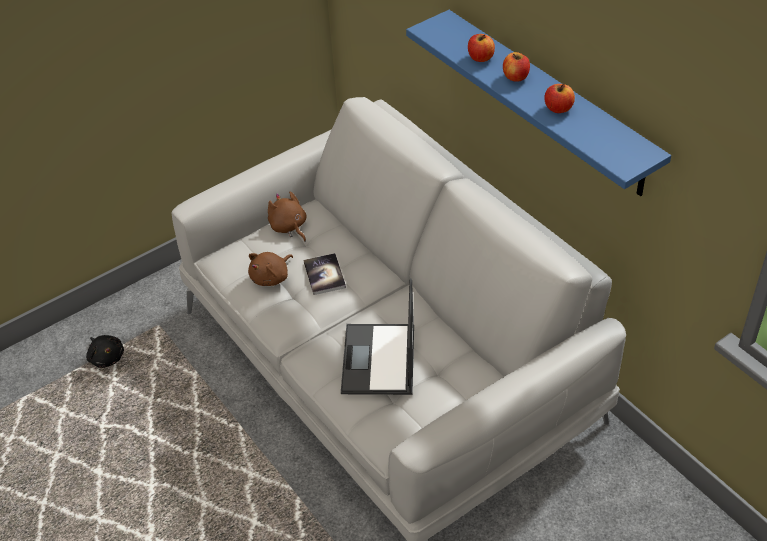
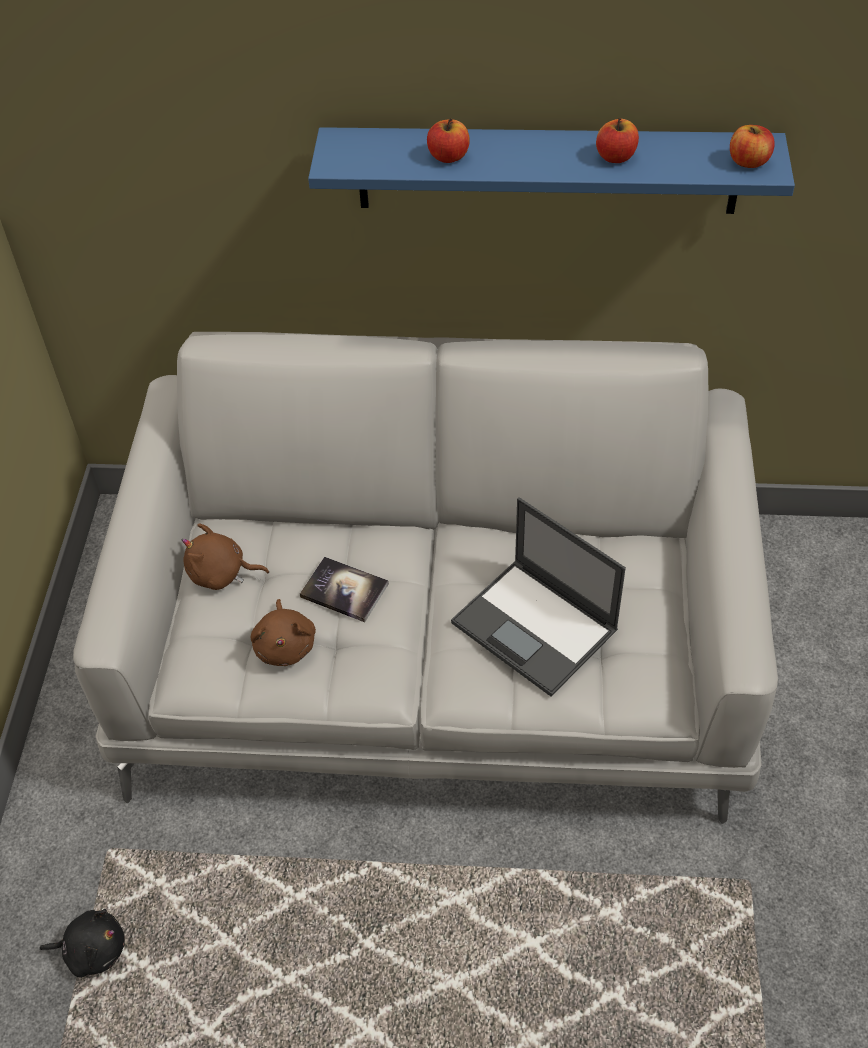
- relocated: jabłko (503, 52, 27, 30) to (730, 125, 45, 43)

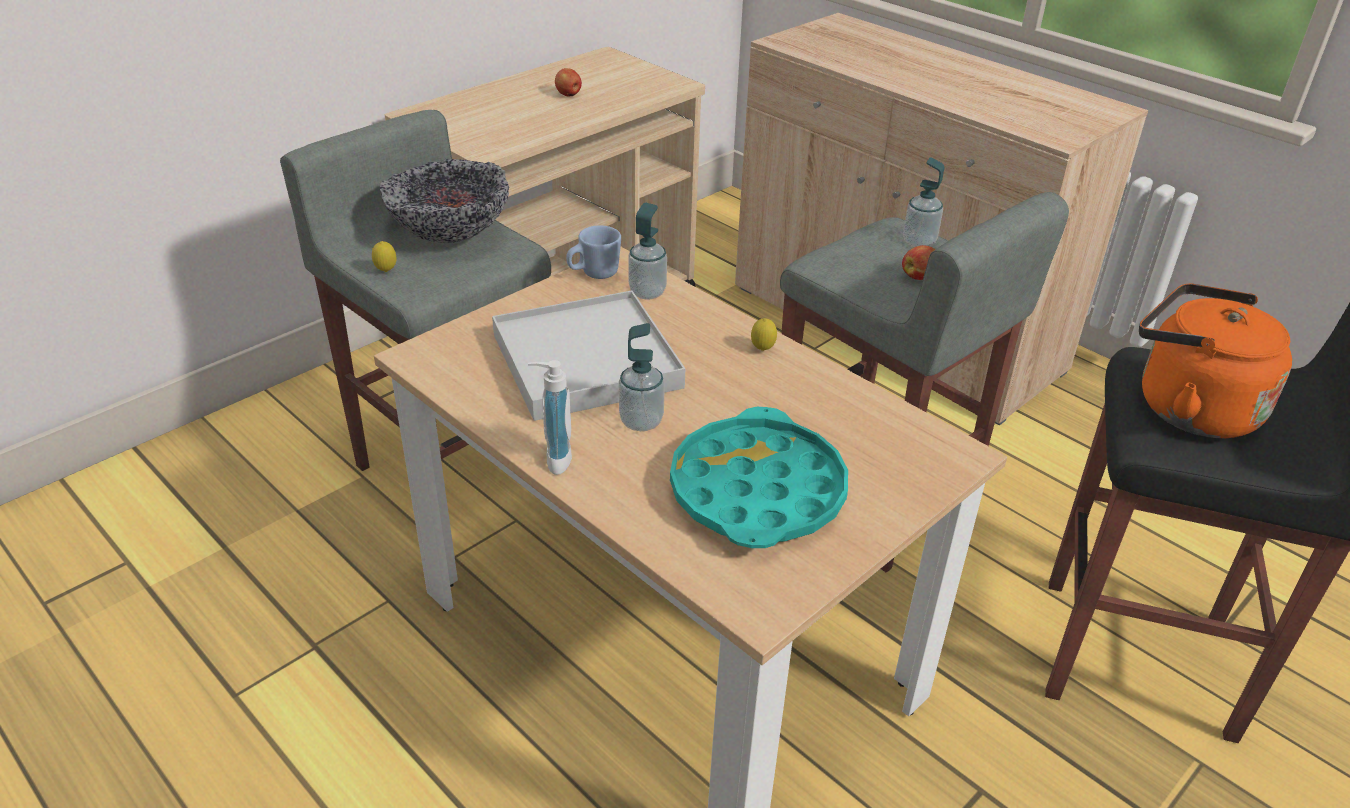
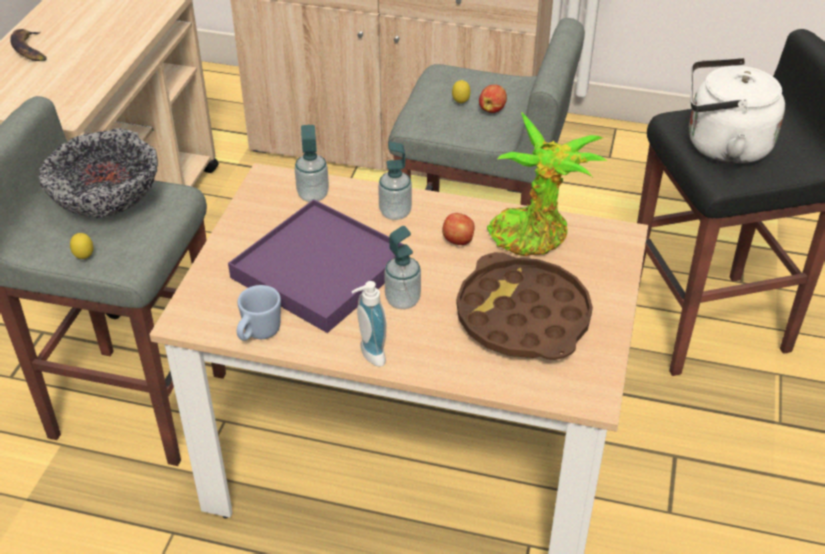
- relocated: jabłko (555, 68, 27, 29) to (442, 213, 33, 32)
- relocated: dozownik mydła (903, 157, 41, 90) to (378, 142, 34, 78)
- relocated: kubek/niebieski (566, 225, 55, 54) to (237, 285, 44, 56)
- colour: czajnik/pomarańczowy (1139, 283, 153, 155) to czajnik/biały (689, 58, 96, 106)
- colour: taca/biały (492, 291, 193, 130) to taca/fioletowy (228, 199, 182, 134)
- relocated: cytryna (751, 318, 26, 33) to (452, 80, 19, 24)
- colour: taca/turkusowy (670, 407, 178, 141) to taca/brązowy (457, 252, 136, 108)
- appeared: banan (10, 29, 37, 32)
- appeared: roślina doniczkowa (487, 112, 120, 144)

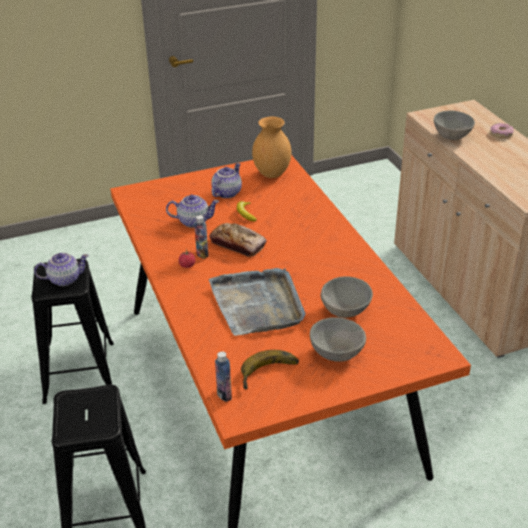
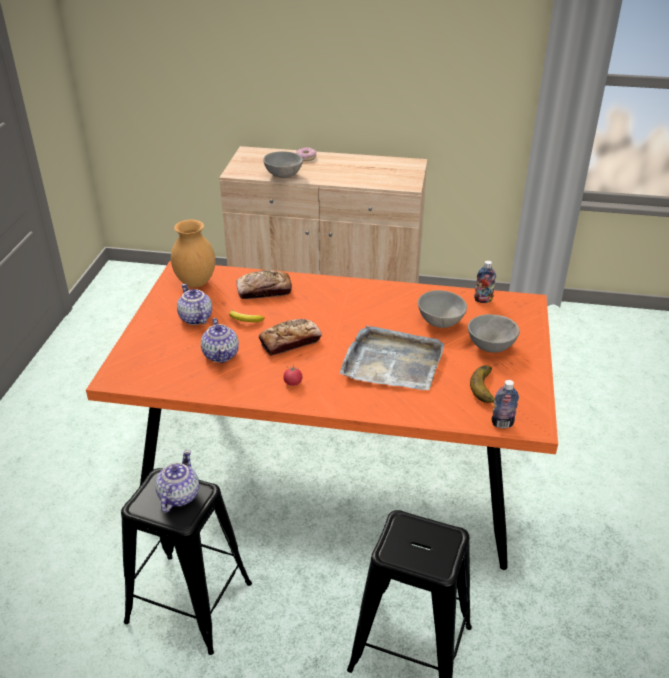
- spun: imbryk (166, 195, 53, 33) = (201, 318, 38, 45) 135 degrees clockwise
- relocated: butelka (194, 215, 14, 44) to (474, 261, 22, 42)
- appeared: chleb (236, 270, 56, 29)

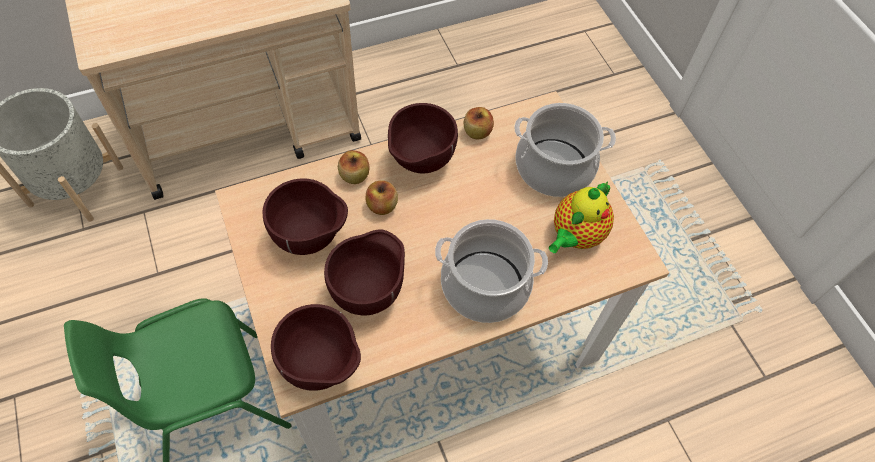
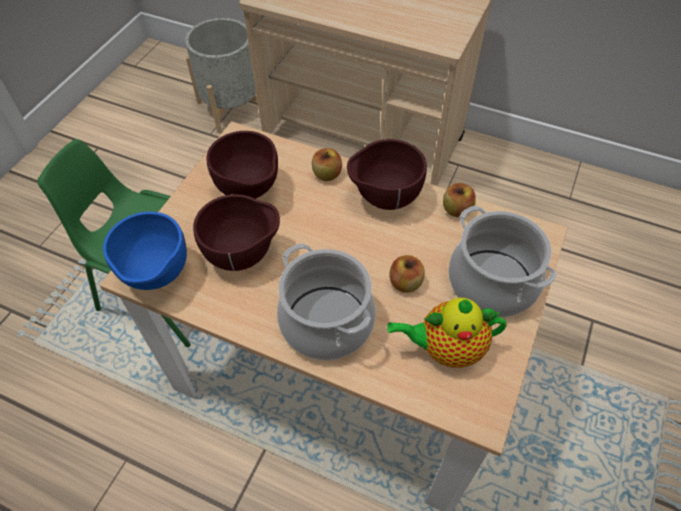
- relocated: jabłko (366, 180, 32, 35) to (389, 255, 36, 38)
- colour: miska/brązowy (271, 304, 90, 87) to miska/niebieski (103, 212, 84, 78)

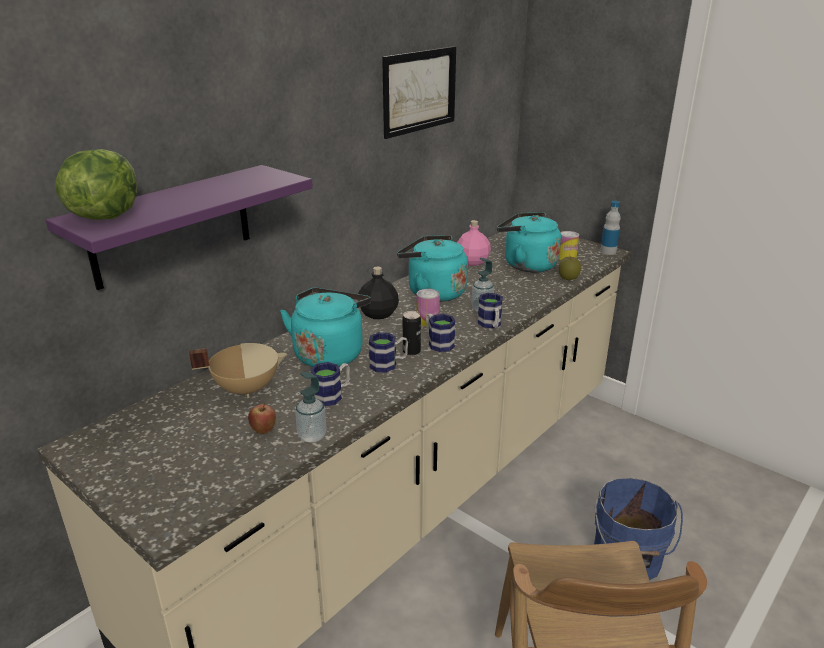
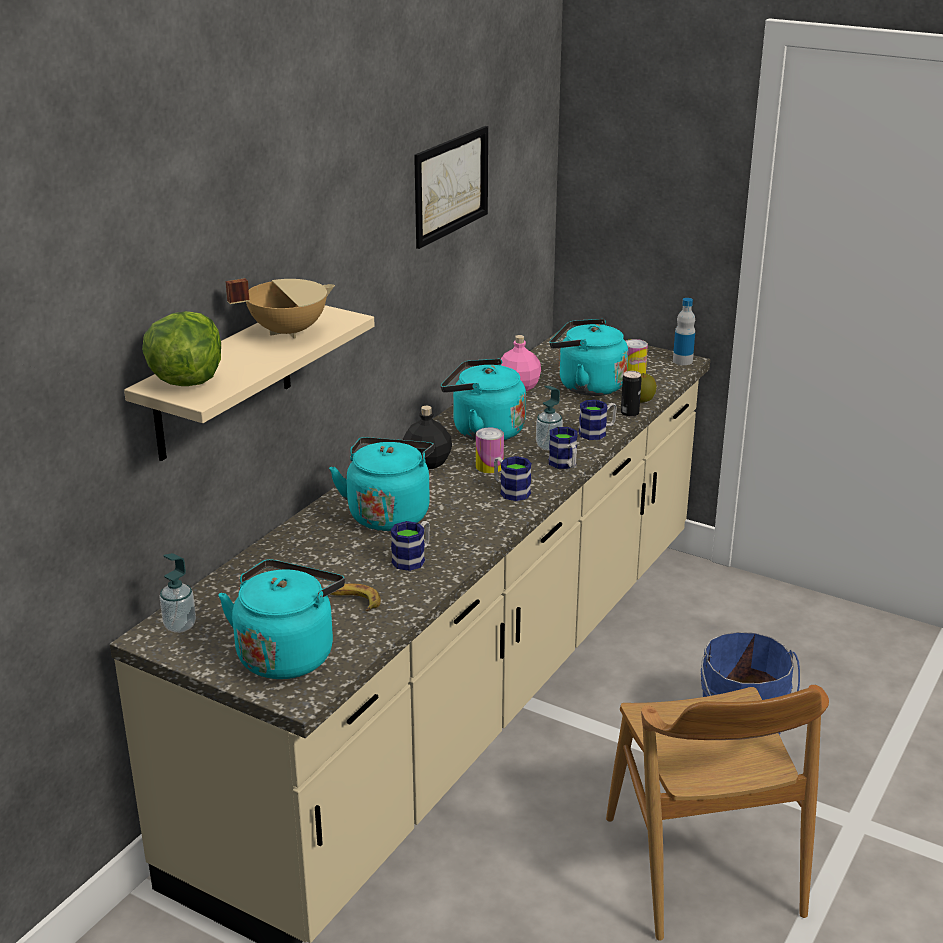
- colour: półka/fioletowy (45, 165, 268, 125) to półka/beżowy (124, 305, 251, 156)
- relocated: puszka (403, 311, 18, 44) to (621, 371, 21, 46)
- relocated: kubek (369, 332, 39, 41) to (579, 400, 38, 40)
- relocated: garnek/beżowy (189, 343, 98, 55) to (225, 278, 110, 61)
- relocated: dozownik mydła (295, 372, 31, 71) to (159, 553, 37, 80)
- exchanged: jabłko (248, 404, 28, 30) to banan (331, 584, 50, 27)
- appeared: czajnik/turkusowy (218, 560, 127, 119)

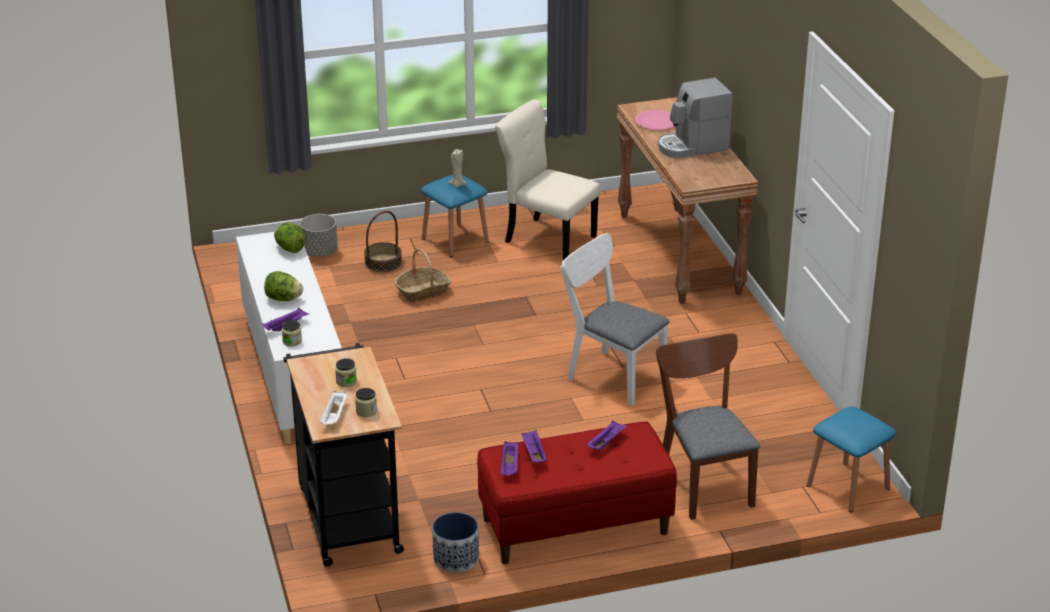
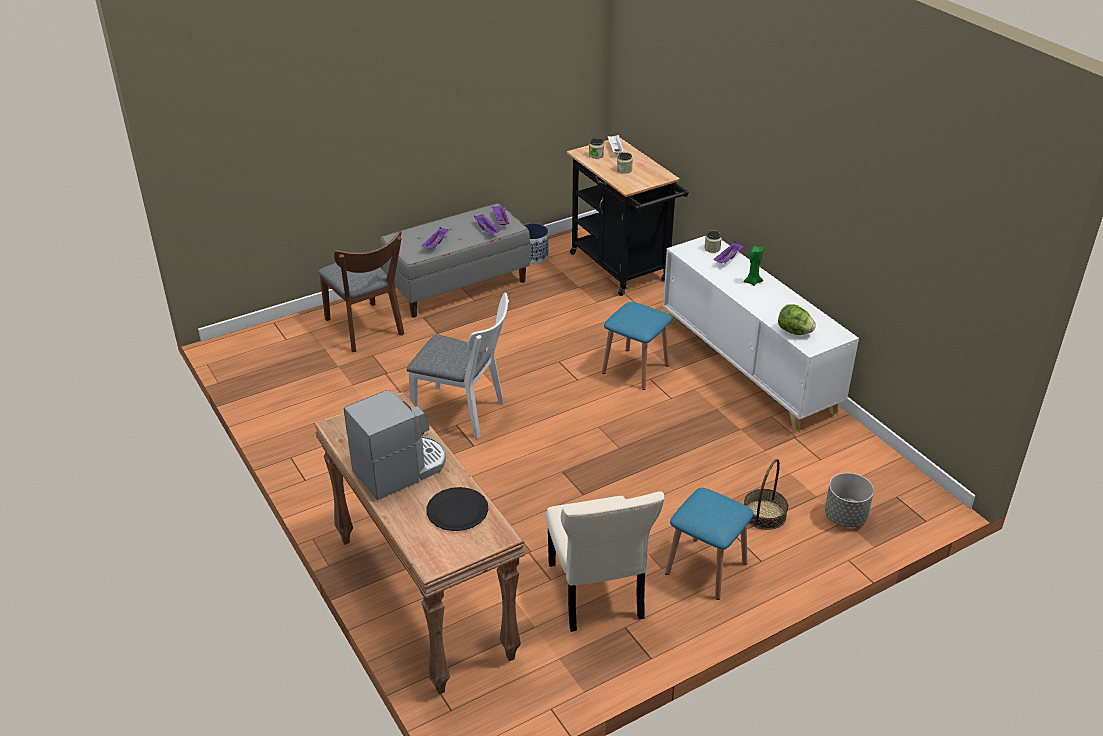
- spun: krzesło/beżowy (495, 100, 105, 160) = (546, 492, 118, 140) 60 degrees clockwise
- colour: talerz/różowy (635, 110, 40, 20) to talerz/czarny (426, 487, 62, 44)
- missing: świeca/beżowy (448, 149, 19, 39)
- missing: koszyk (395, 249, 56, 53)
- exchanged: sałata (264, 271, 39, 30) to świeca/zielony (743, 246, 20, 40)
- relocated: stołek/niebieski (807, 406, 89, 107) to (602, 302, 70, 88)
- colour: ławka/czerwony (477, 421, 200, 143) to ławka/szary (380, 203, 150, 114)

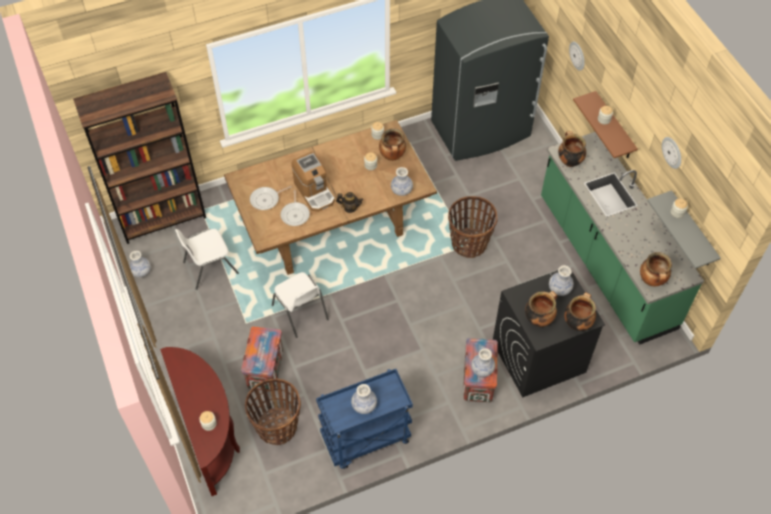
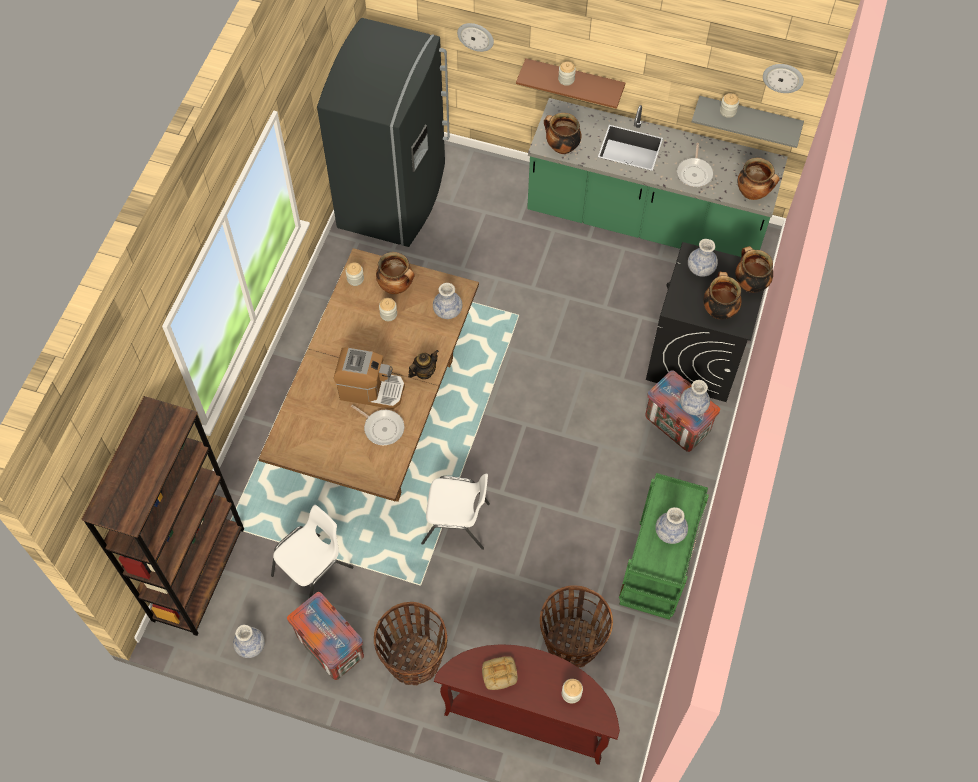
- relocated: zegar ścienny (662, 137, 19, 32) to (763, 64, 41, 29)
- relocated: patelnia (250, 186, 42, 24) to (677, 143, 36, 44)
- relocated: koszyk (448, 196, 49, 62) to (374, 602, 73, 83)
- spun: krzesło/biały (175, 229, 64, 61) = (271, 505, 83, 93) 150 degrees counterclockwise
- relocated: skrzynka (241, 327, 42, 64) to (287, 592, 77, 88)
- colour: wózek/niebieski (316, 369, 97, 100) to wózek/zielony (619, 473, 90, 147)
- appeared: chleb (482, 656, 36, 34)

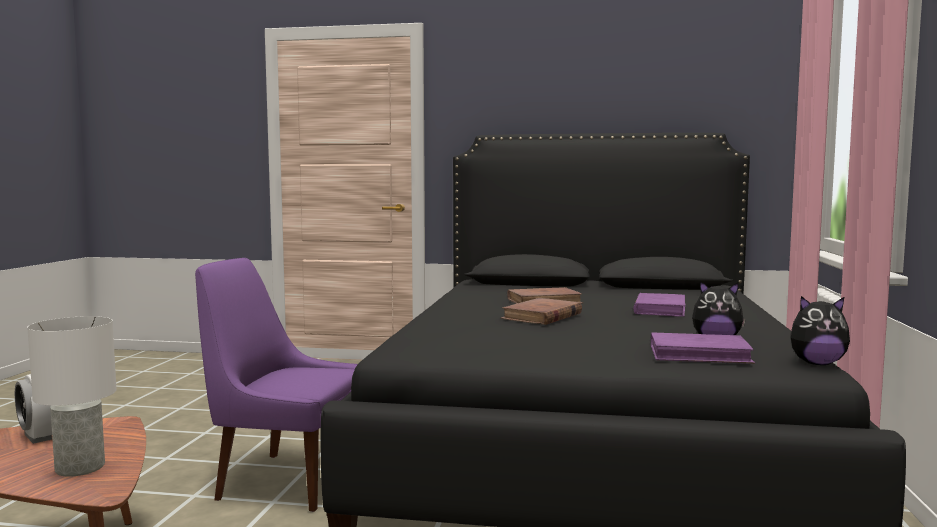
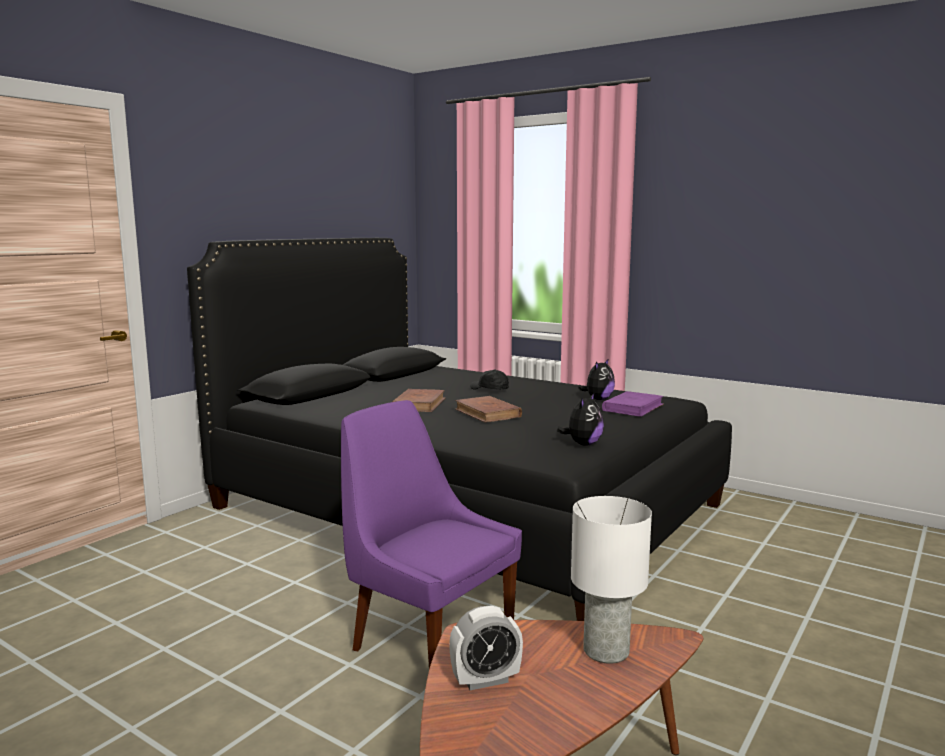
- spun: krzesło/fioletowy (195, 258, 163, 254) = (341, 400, 181, 268) 90 degrees clockwise
- exchanged: książka/fioletowy (633, 293, 52, 24) to czapka z daszkiem/czarny (470, 370, 39, 20)
- relocated: pluszak (790, 296, 60, 69) to (557, 392, 47, 53)

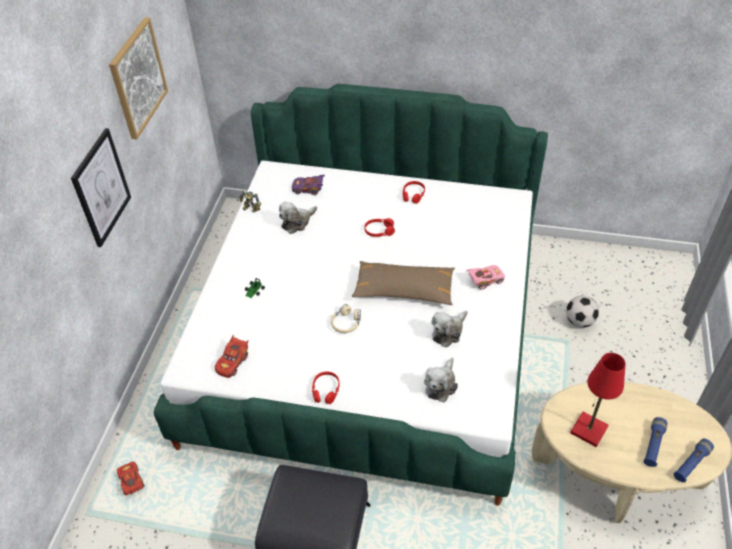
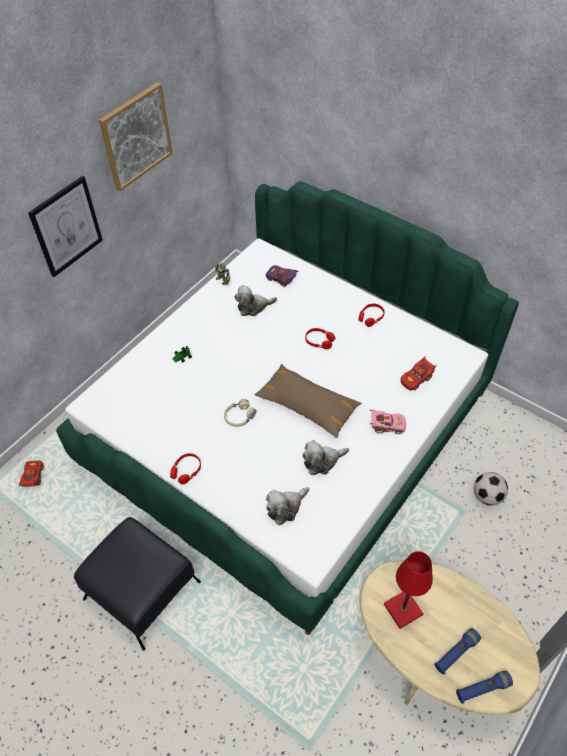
- relocated: samochodzik/czerwony (215, 334, 33, 44) to (401, 356, 36, 35)

